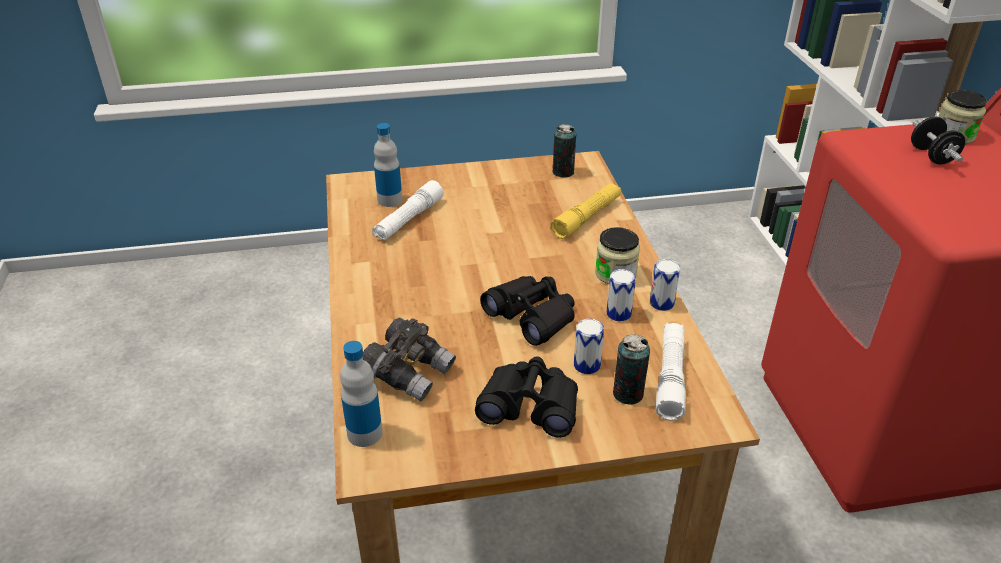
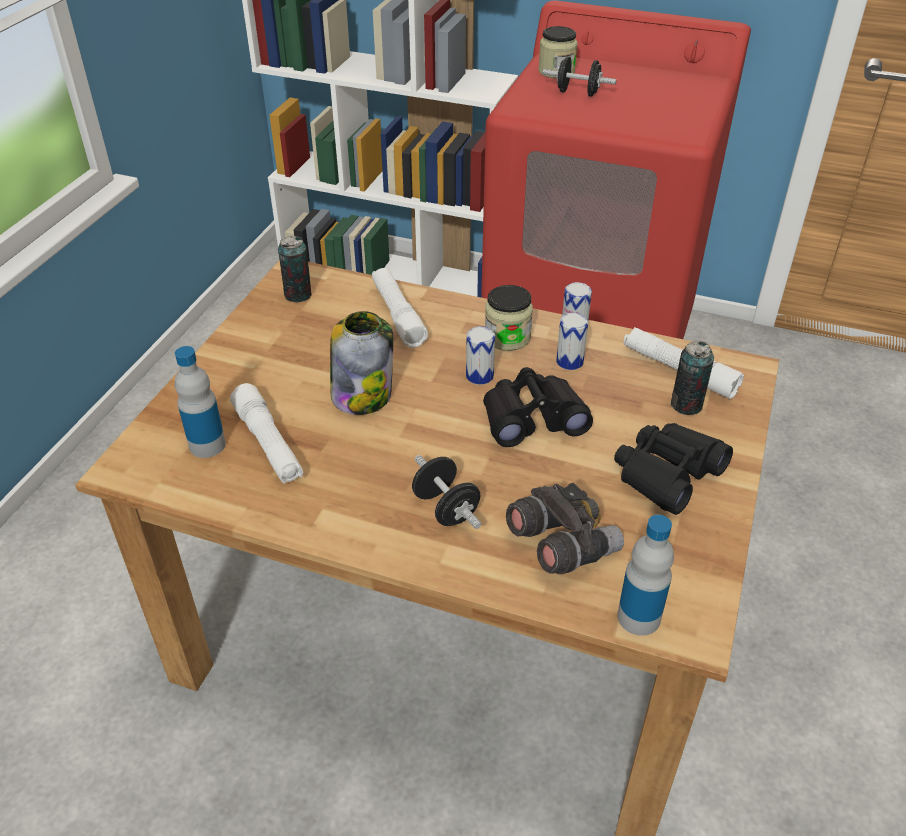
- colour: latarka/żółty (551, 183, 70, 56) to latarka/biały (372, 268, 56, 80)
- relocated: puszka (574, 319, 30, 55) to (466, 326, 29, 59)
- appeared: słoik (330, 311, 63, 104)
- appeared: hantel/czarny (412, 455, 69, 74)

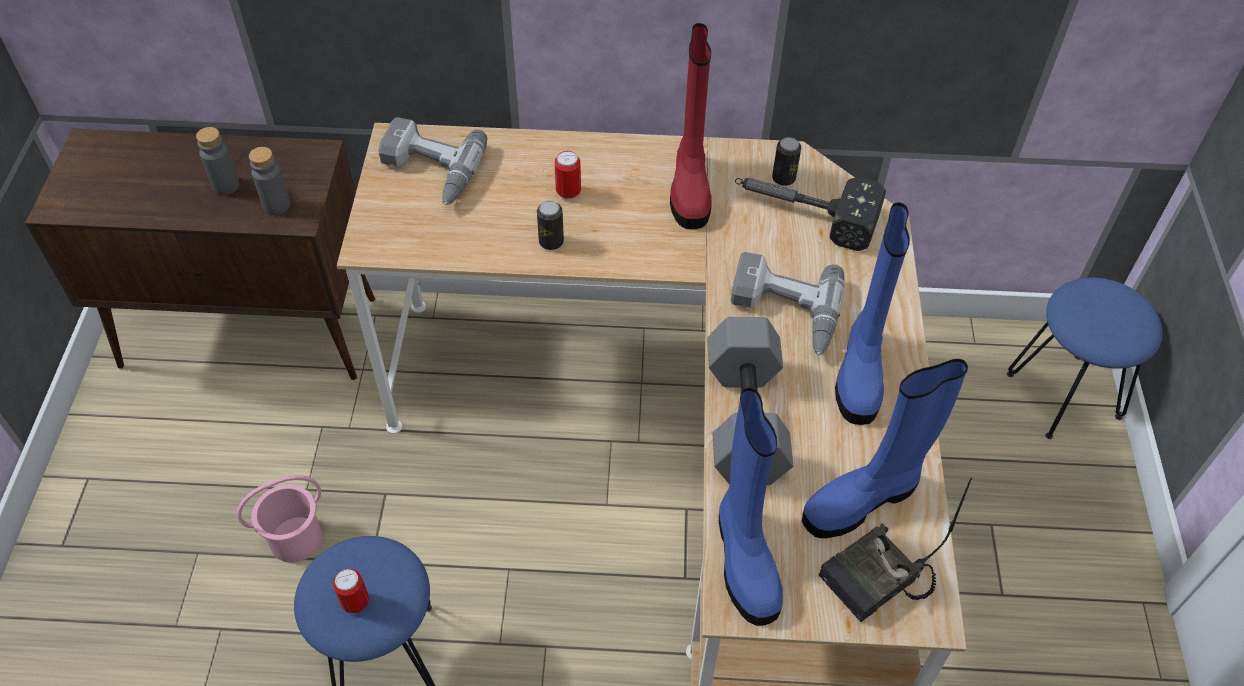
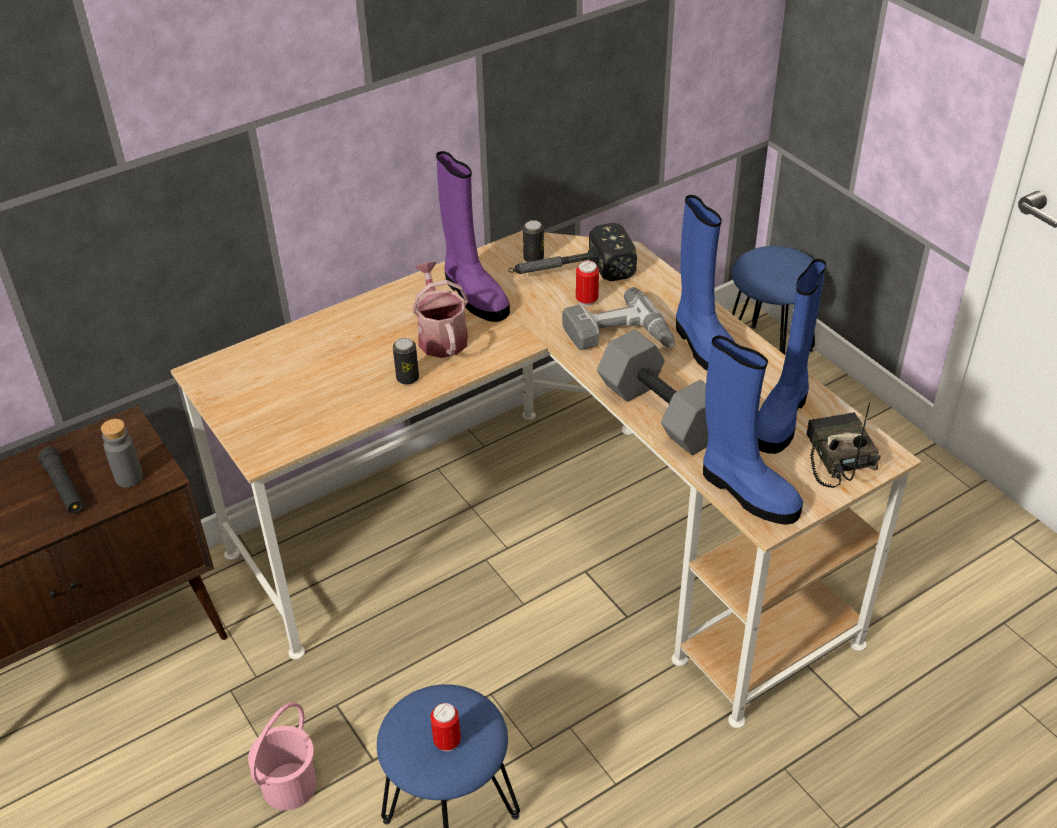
- colour: but z cholewką/czerwony (670, 23, 42, 206) to but z cholewką/fioletowy (436, 151, 74, 171)
- missing: wiertarka (379, 117, 108, 88)
- exchanged: butelka/szary (196, 127, 44, 68) to latarka/czarny (38, 447, 46, 67)
- relocated: puszka (555, 151, 26, 49) to (576, 261, 23, 45)
- spun: radio (819, 478, 153, 144) = (806, 402, 75, 86) 150 degrees clockwise
- appeared: konewka (412, 262, 56, 96)

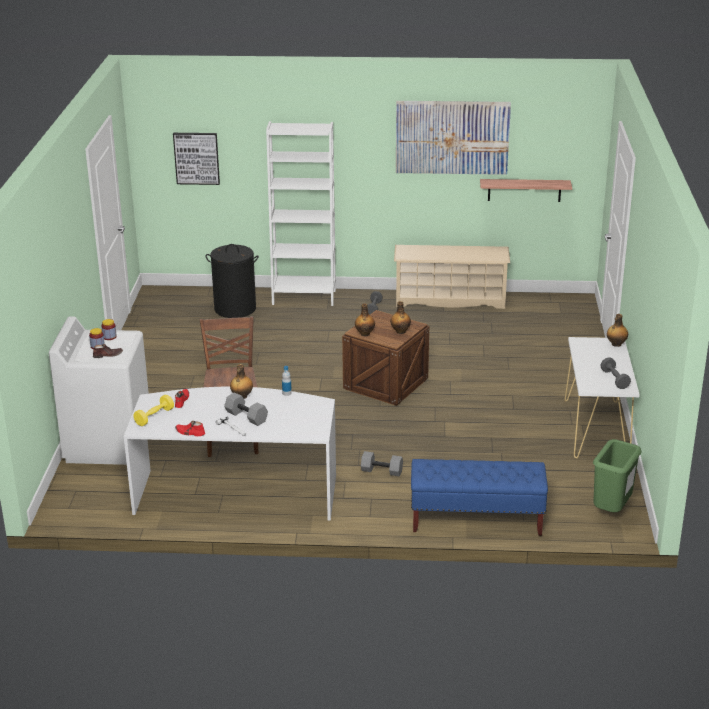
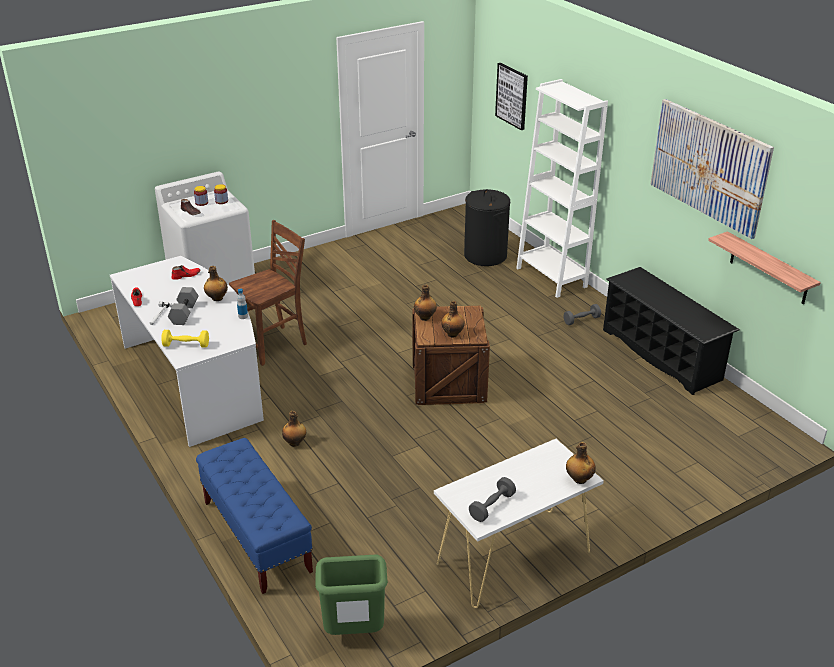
- colour: regał na buty/beżowy (394, 245, 116, 64) to regał na buty/czarny (603, 267, 137, 128)
- relocated: hantel/żółty (133, 395, 41, 31) to (161, 330, 48, 17)
- exchanged: hantel/szary (361, 451, 42, 26) to butelka (282, 411, 24, 36)

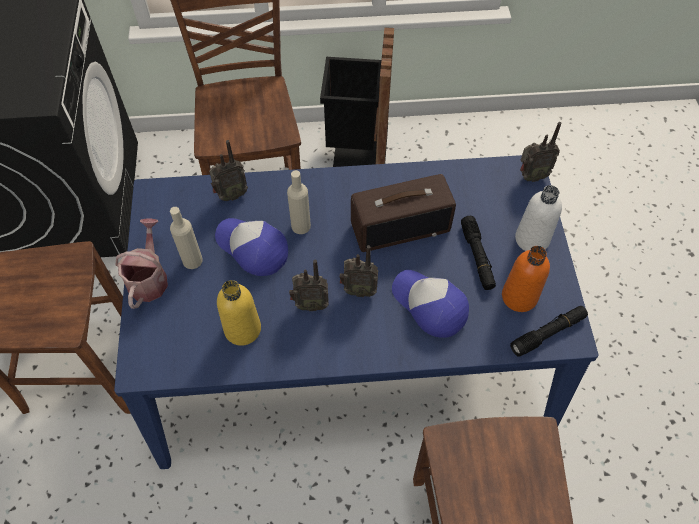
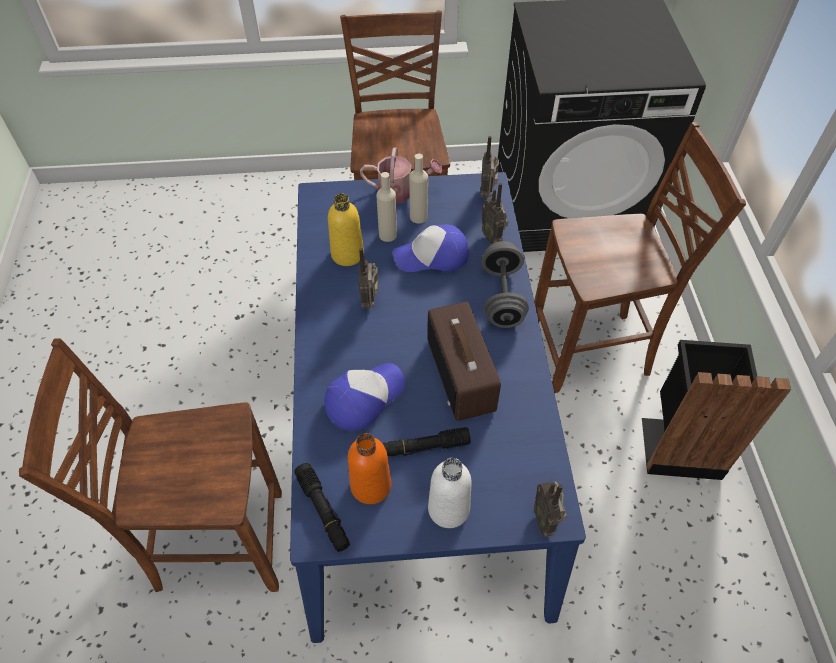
- relocated: butelka/beżowy (287, 170, 24, 64) to (376, 172, 21, 70)
- spun: czapka z daszkiem (215, 218, 73, 58) = (393, 225, 76, 47) 135 degrees counterclockwise
- relocated: radio (340, 245, 38, 52) to (480, 136, 19, 62)
- appeared: hantel/szary (481, 241, 48, 87)

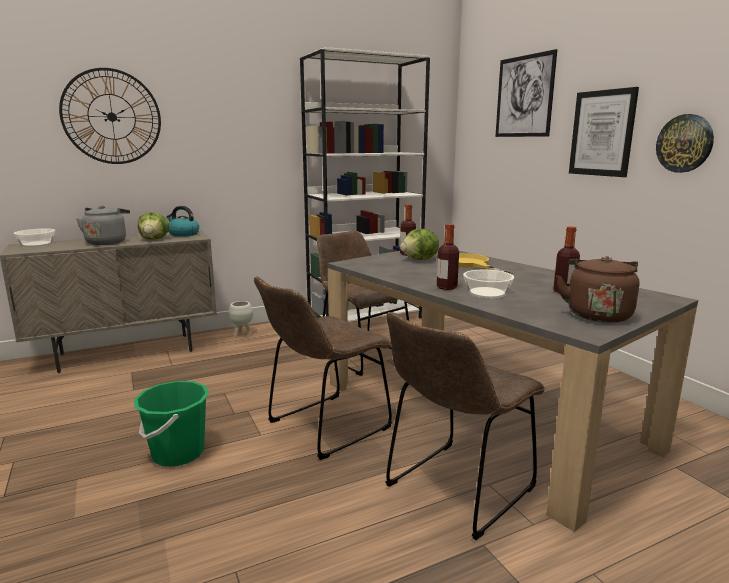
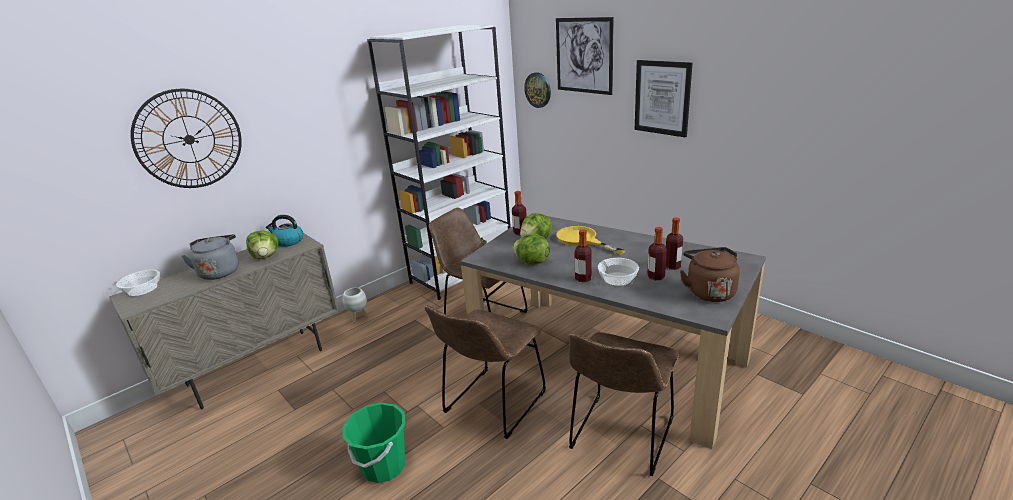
- relocated: zegar ścienny (656, 114, 58, 59) to (524, 72, 27, 36)
- appeared: butelka (647, 227, 20, 53)
- appeared: sałata (513, 234, 37, 31)

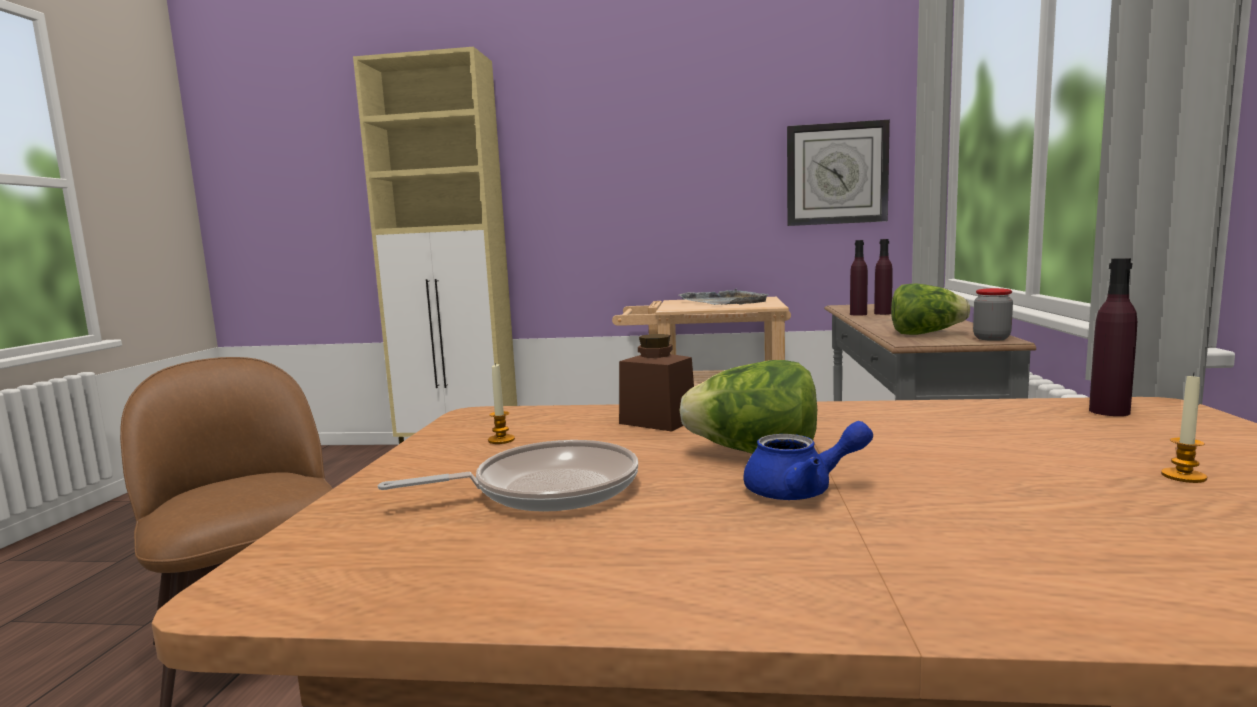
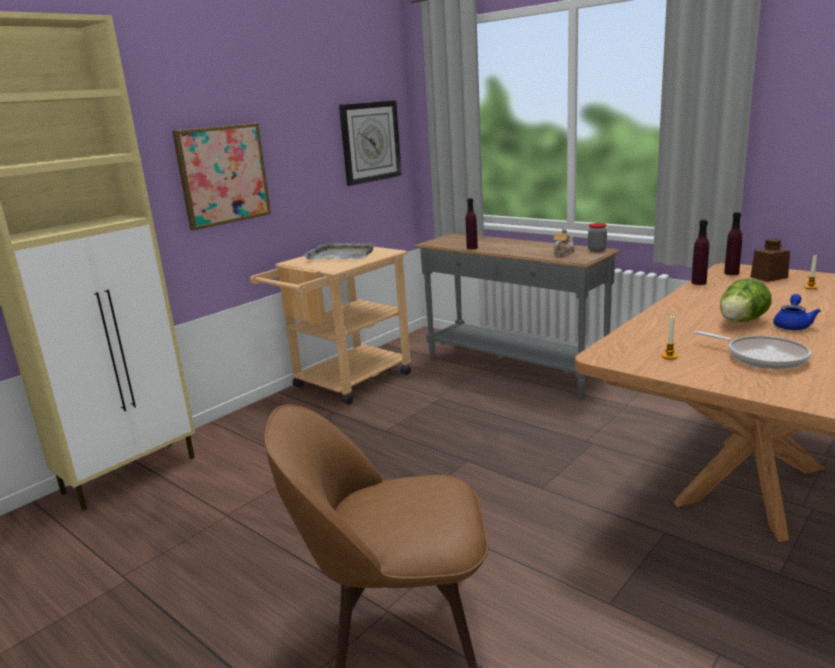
- relocated: butelka/fioletowy (874, 239, 19, 76) to (691, 220, 18, 65)
- exchanged: sałata (891, 284, 79, 51) to imbryk (554, 229, 20, 28)
- relocated: słoik/brązowy (619, 334, 75, 98) to (750, 239, 40, 43)
- spun: patelnia (378, 440, 260, 72) = (694, 331, 117, 38) 120 degrees clockwise
- appeared: obraz (172, 123, 99, 107)

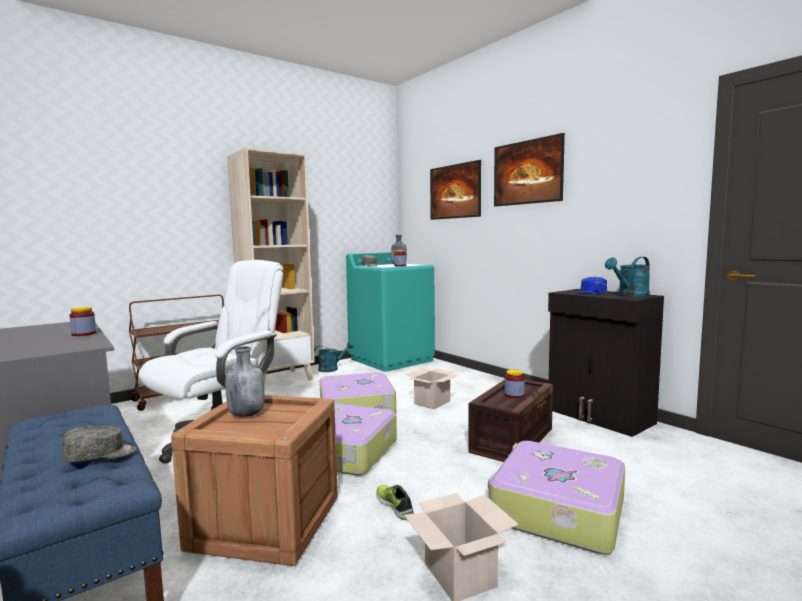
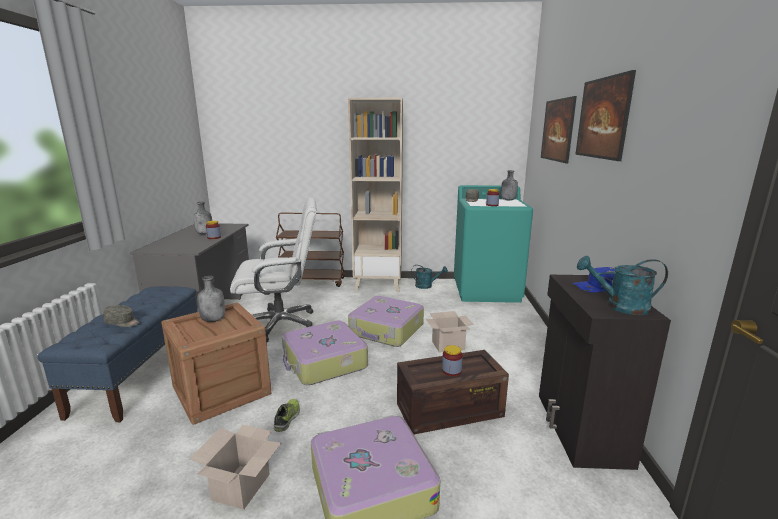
- appeared: butelka/szary (193, 202, 19, 32)

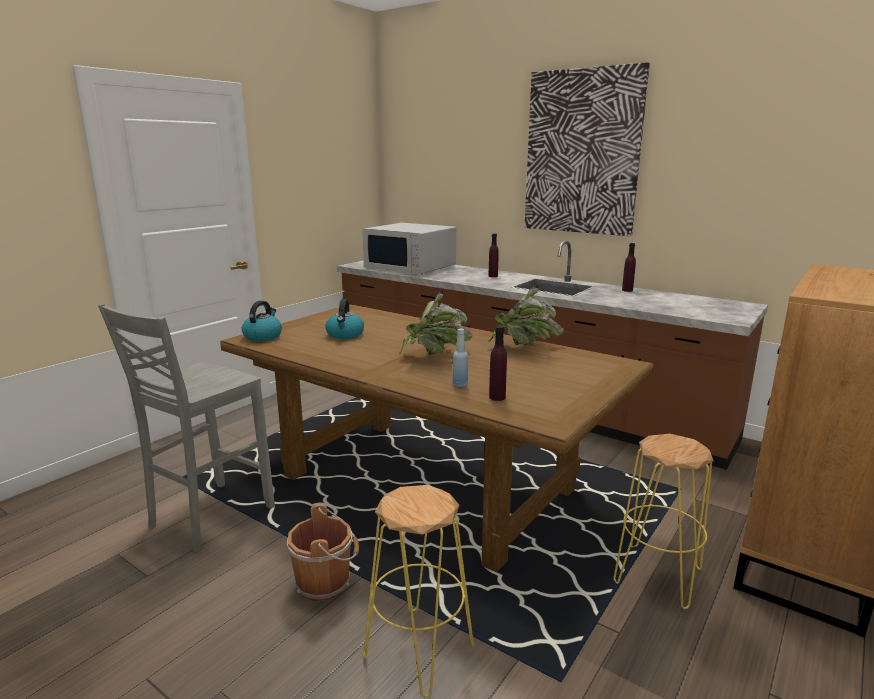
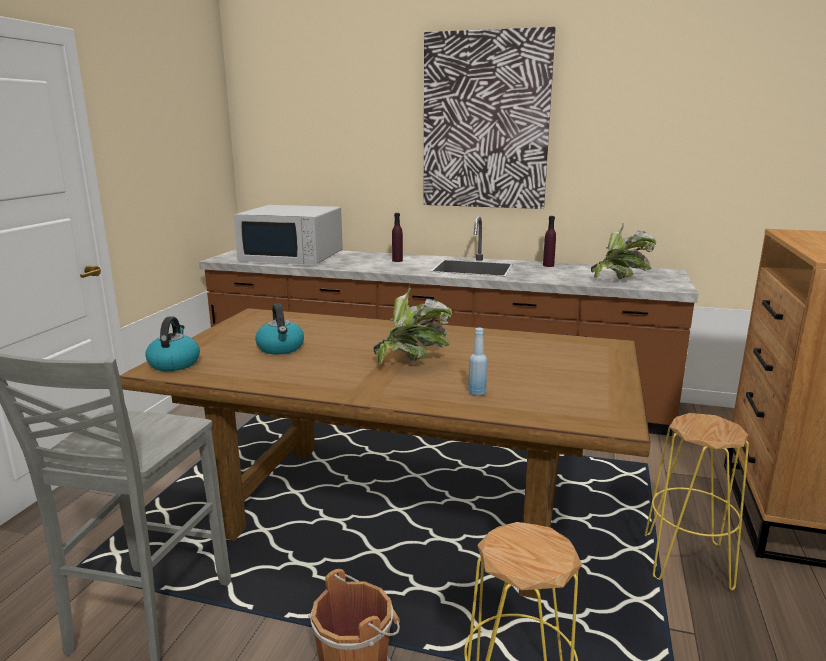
- relocated: roślina doniczkowa (487, 285, 77, 60) to (591, 225, 65, 54)
- missing: butelka/fioletowy (489, 326, 18, 75)

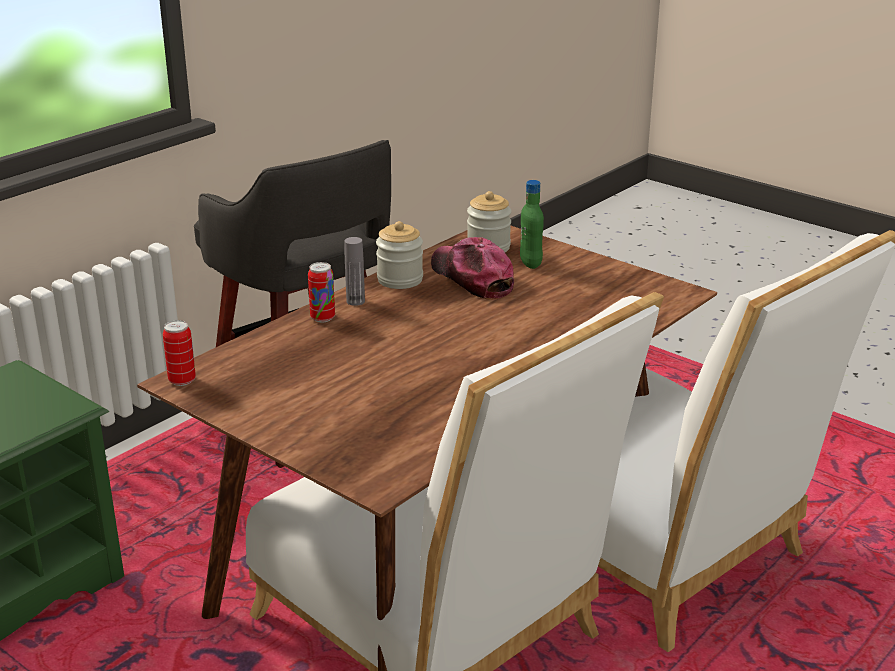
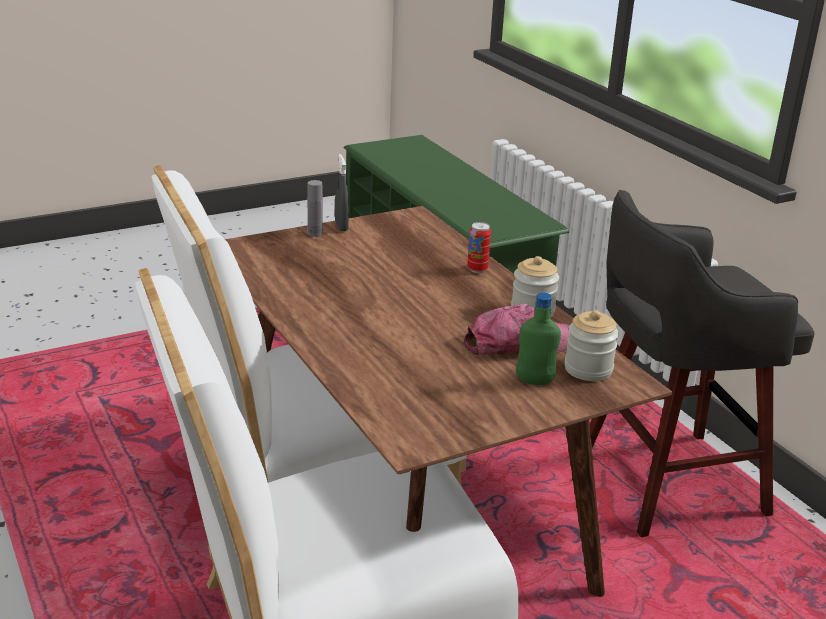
- relocated: butelka/szary (344, 237, 21, 69) to (307, 180, 16, 57)
- missing: puszka (163, 320, 33, 66)
- appeared: spryskiwacz/szary (335, 154, 14, 78)

